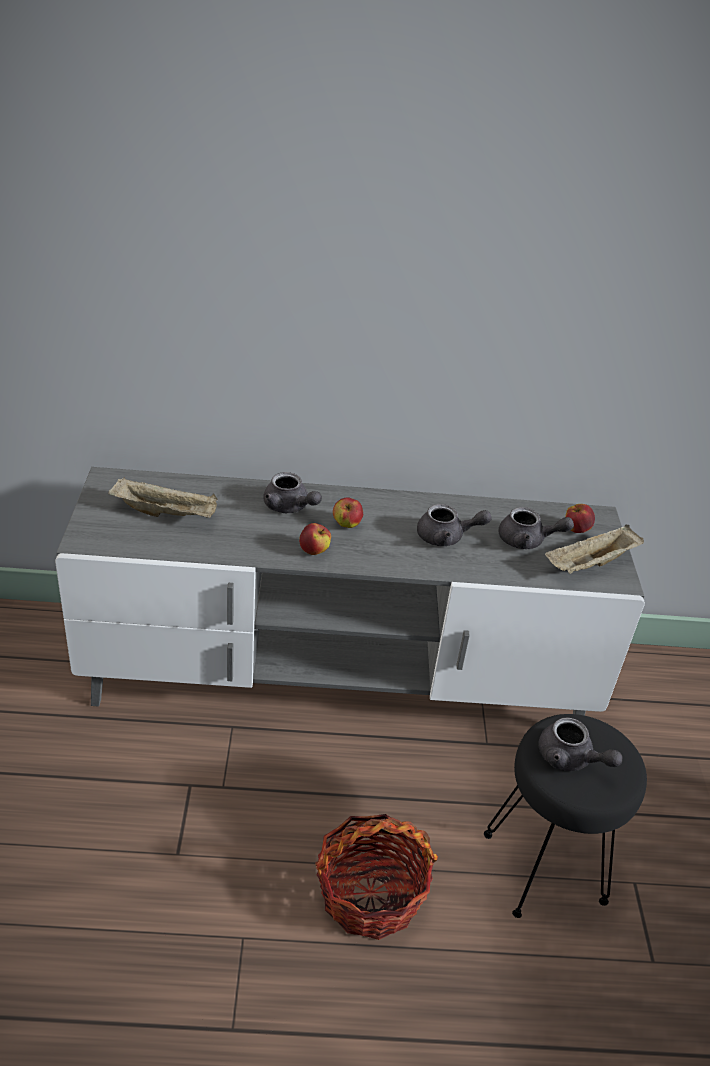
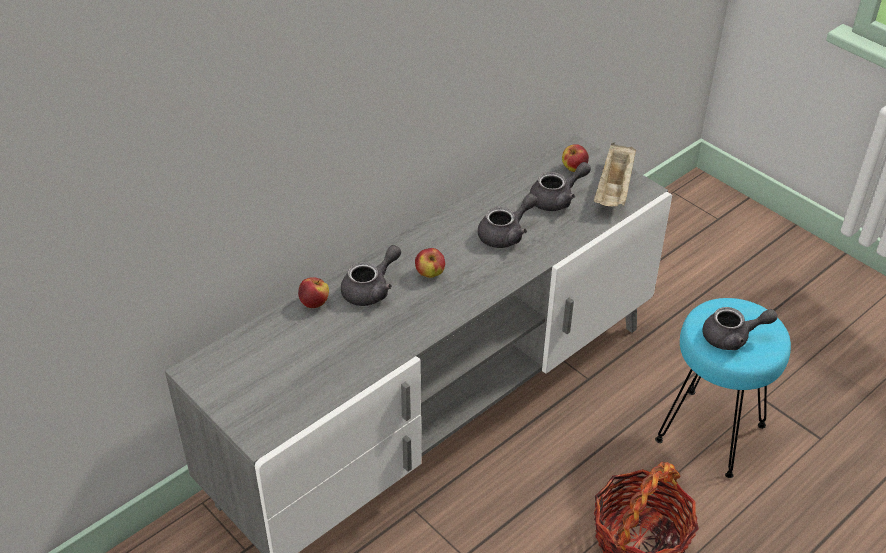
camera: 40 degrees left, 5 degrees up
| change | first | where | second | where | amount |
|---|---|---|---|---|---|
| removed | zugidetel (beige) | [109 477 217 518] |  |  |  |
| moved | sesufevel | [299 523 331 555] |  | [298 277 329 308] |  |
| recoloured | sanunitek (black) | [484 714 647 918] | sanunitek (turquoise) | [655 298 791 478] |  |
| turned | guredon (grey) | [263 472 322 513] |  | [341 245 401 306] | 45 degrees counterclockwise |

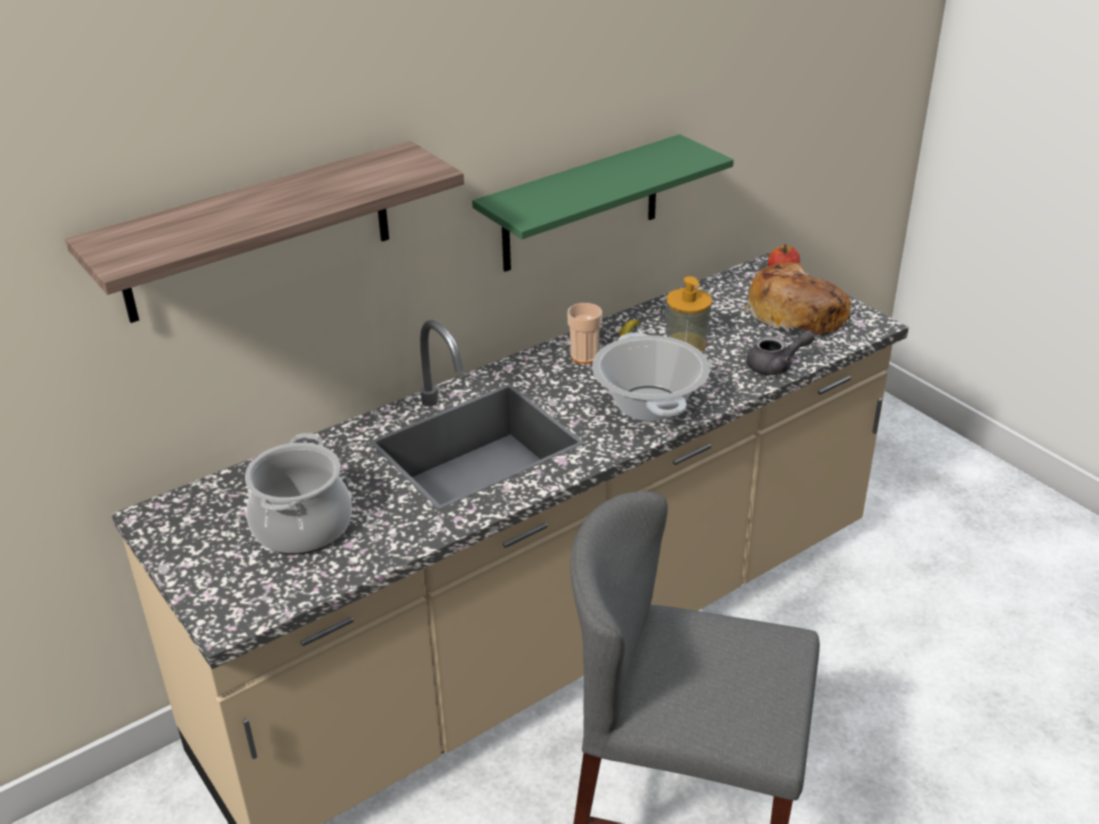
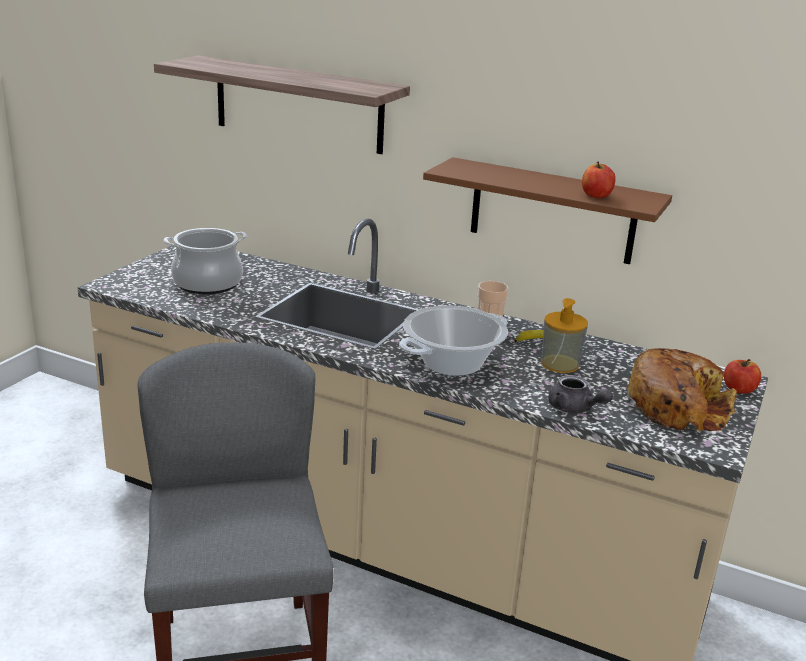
camera: 60 degrees right, 10 degrees down
| change | first | where | second | where | amount |
|---|---|---|---|---|---|
| added |  |  | sesufevel | [582 162 616 198] |  |
| recoloured | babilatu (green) | [472 134 734 272] | babilatu (brown) | [423 157 672 264] |  |

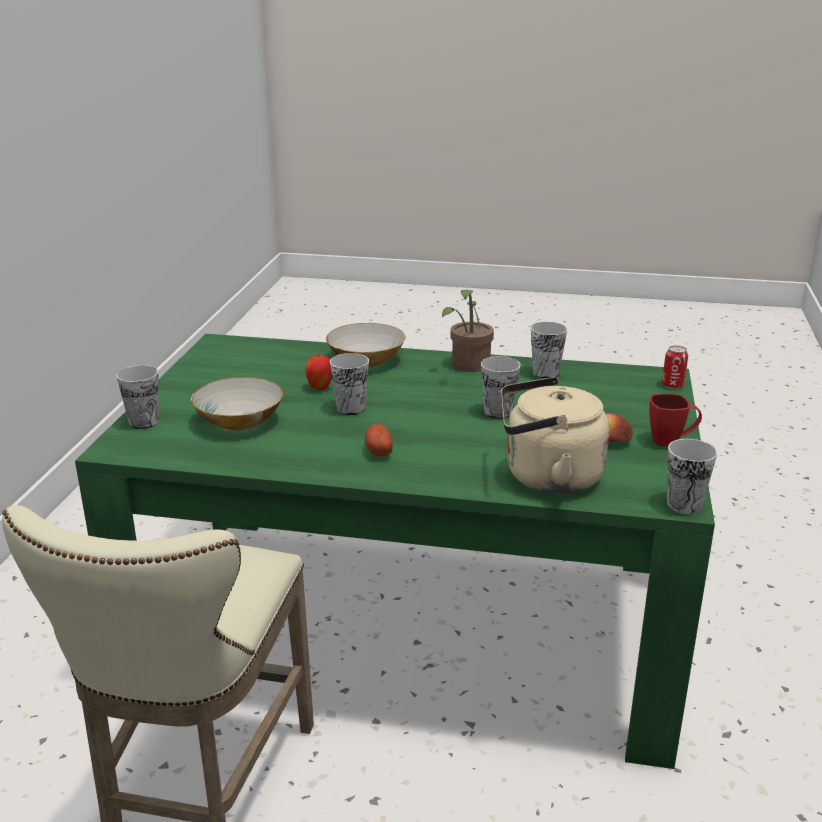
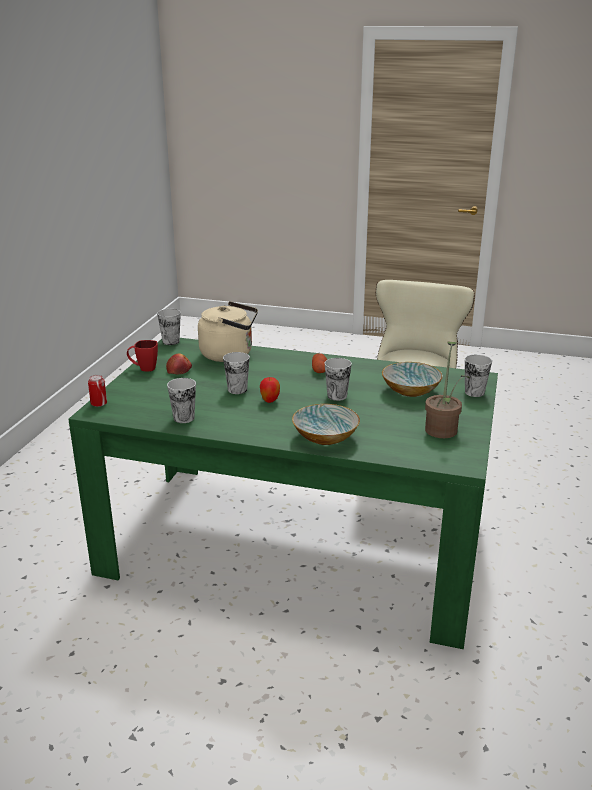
camera: 175 degrees left, 0 degrees up
| change | first | where | second | where | amount |
|---|---|---|---|---|---|
| moved | sesufevel | [305 354 332 390] |  | [260 377 280 403] |  |
| moved | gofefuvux | [442 289 494 372] |  | [425 342 470 438] |  |

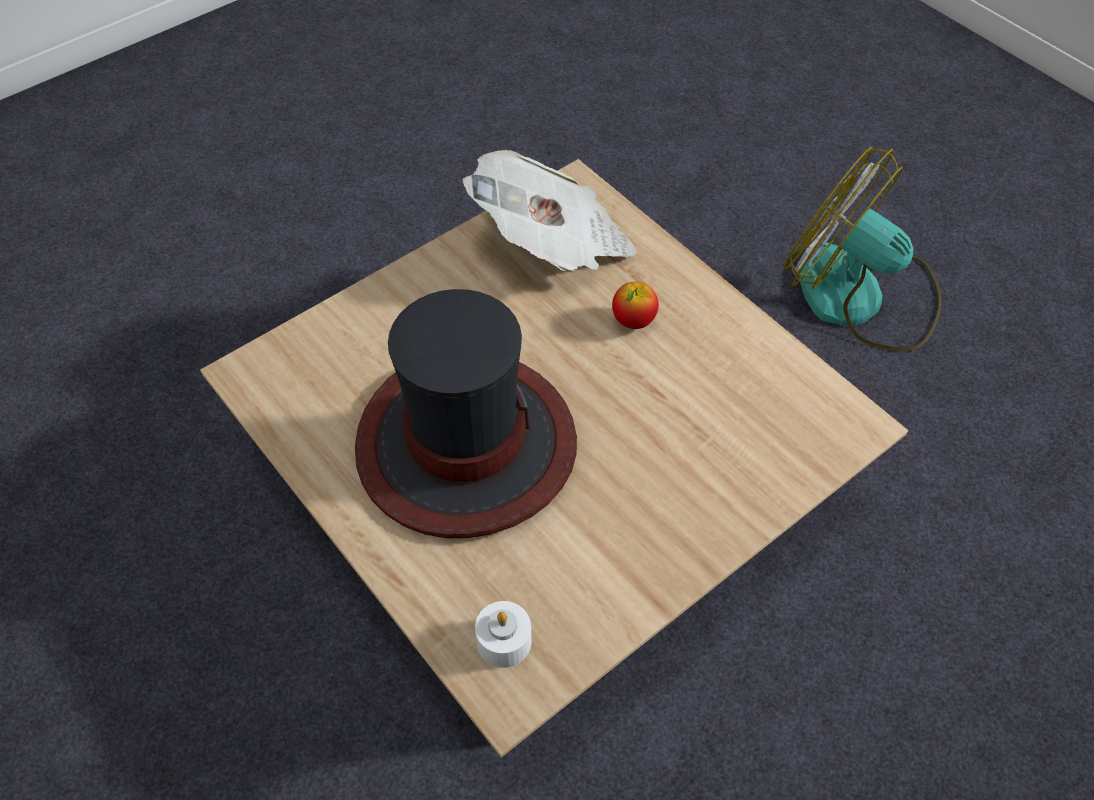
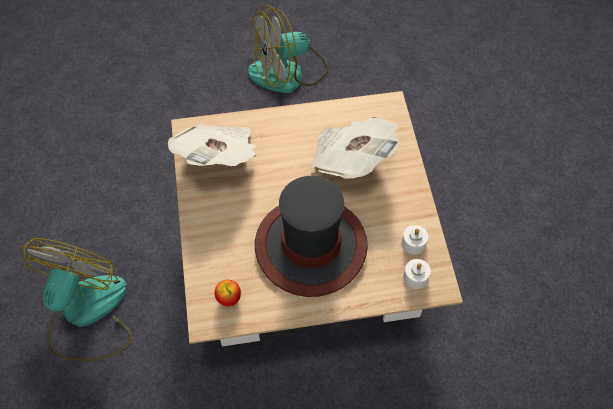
camera: 60 degrees left, 5 degrees up
| change | first | where | second | where | amount |
|---|---|---|---|---|---|
| added |  |  | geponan | [20 238 132 361] |  |
| added |  |  | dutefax | [310 117 399 179] |  |
| added |  |  | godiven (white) | [402 225 428 254] |  |
| moved | sesufevel | [612 282 659 329] |  | [215 280 241 306] |  |

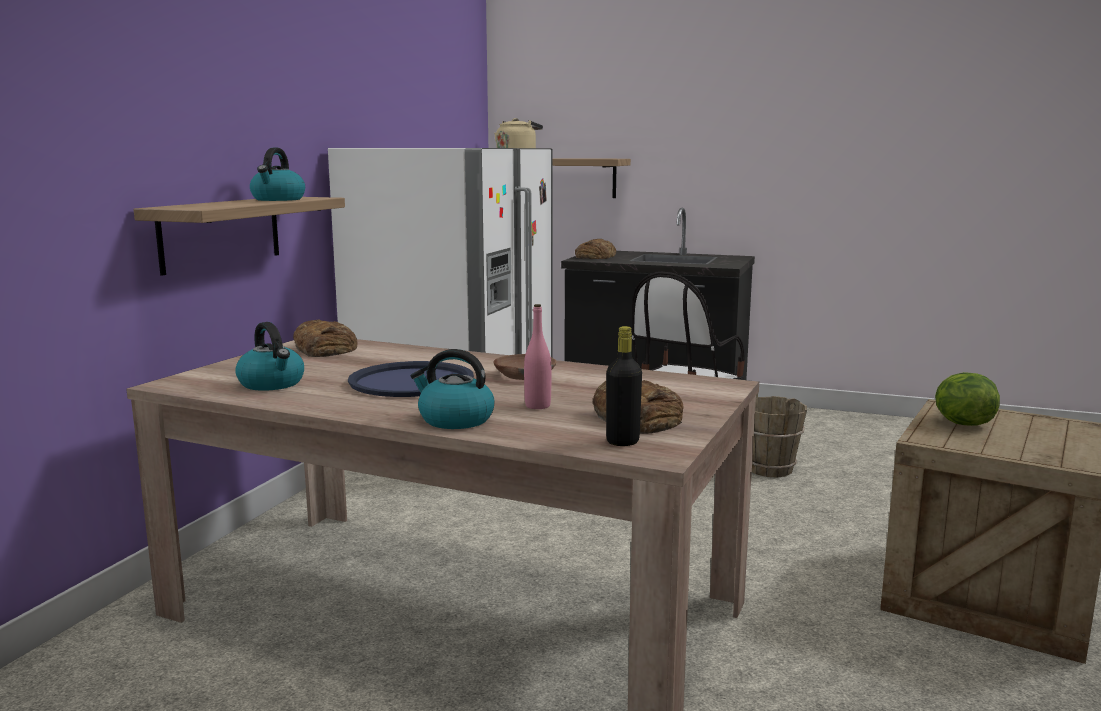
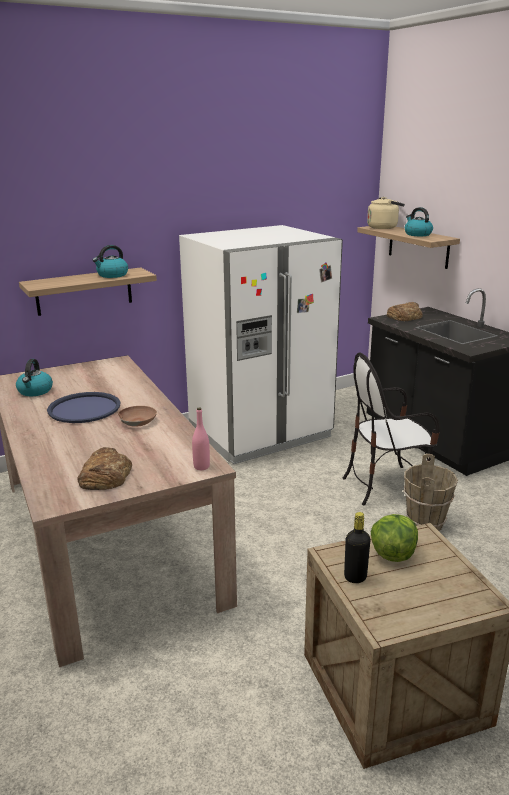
camera: 40 degrees right, 10 degrees up
| change | first | where | second | where | amount |
|---|---|---|---|---|---|
| removed | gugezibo | [293 320 357 357] |  |  |  |
| moved | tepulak | [411 349 494 429] |  | [405 207 433 236] |  |
| moved | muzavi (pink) | [524 304 551 409] |  | [192 407 210 470] |  |
| moved | muzavi (black) | [606 326 642 446] |  | [344 512 371 583] |  |

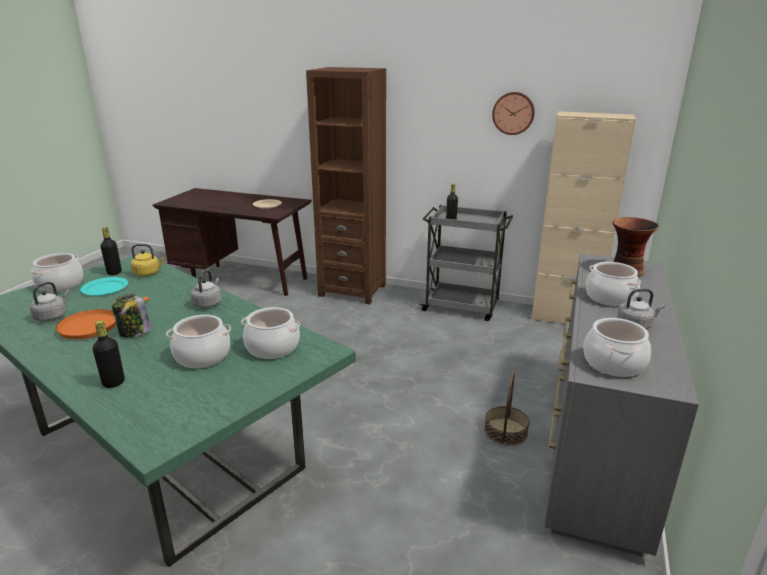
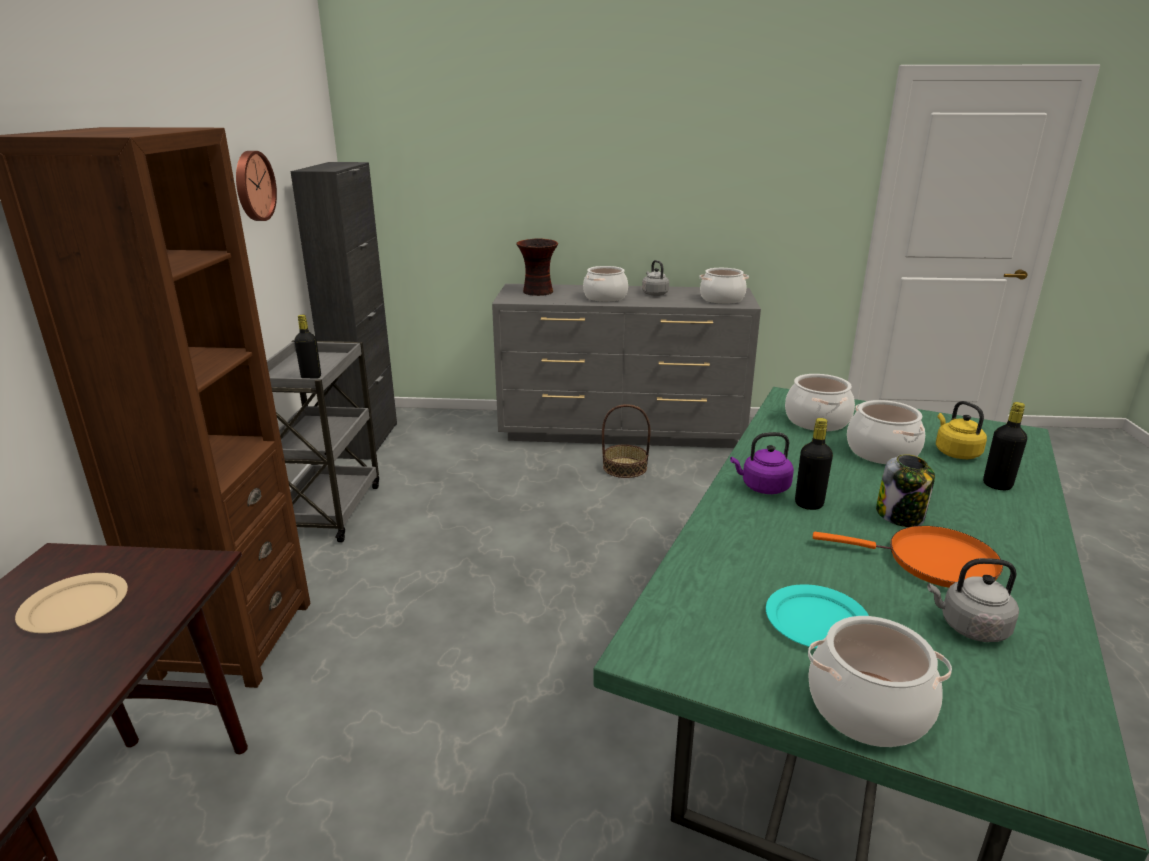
camera: 105 degrees left, 0 degrees up
| change | first | where | second | where | amount |
|---|---|---|---|---|---|
| moved | muzavi (black) | [100 227 122 275] |  | [795 418 833 510] |  |
| moved | tepulak (yellow) | [131 244 165 276] |  | [936 401 987 459] |  |
| recoloured | tepulak (grey) | [190 270 222 308] | tepulak (purple) | [730 432 794 494] |  |
| recoloured | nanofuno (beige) | [531 111 636 325] | nanofuno (black) | [290 162 397 460] |  |

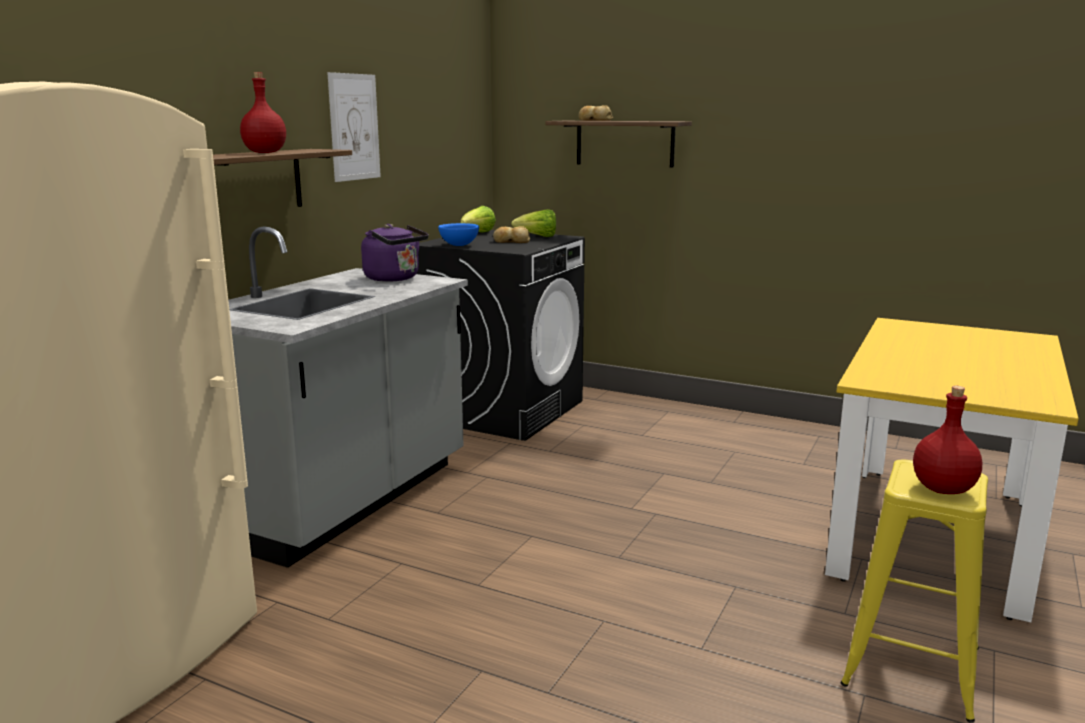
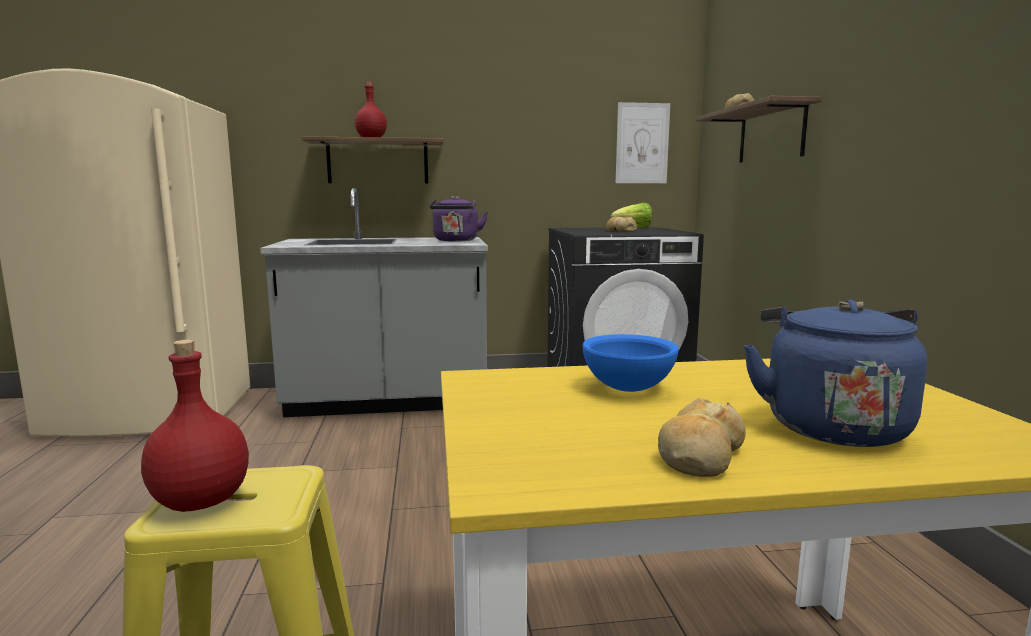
camera: 55 degrees right, 5 degrees down
| change | first | where | second | where | amount |
|---|---|---|---|---|---|
| removed | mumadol | [511 209 556 237] |  |  |  |
| added |  |  | gugezibo | [658 398 746 477] |  |
| added |  |  | tepulak (blue) | [743 300 928 447] |  |
| moved | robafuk | [327 72 381 182] |  | [616 102 670 183] |  |
| moved | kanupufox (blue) | [438 223 479 246] |  | [582 334 679 392] |  |

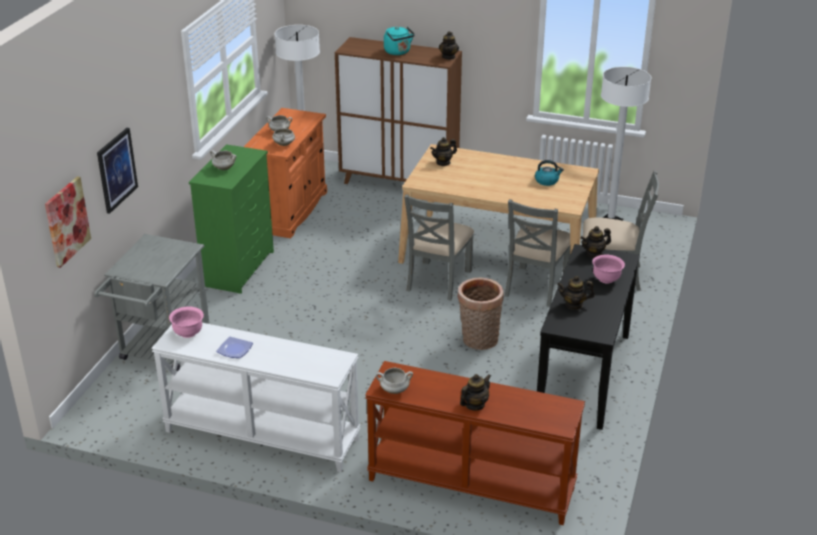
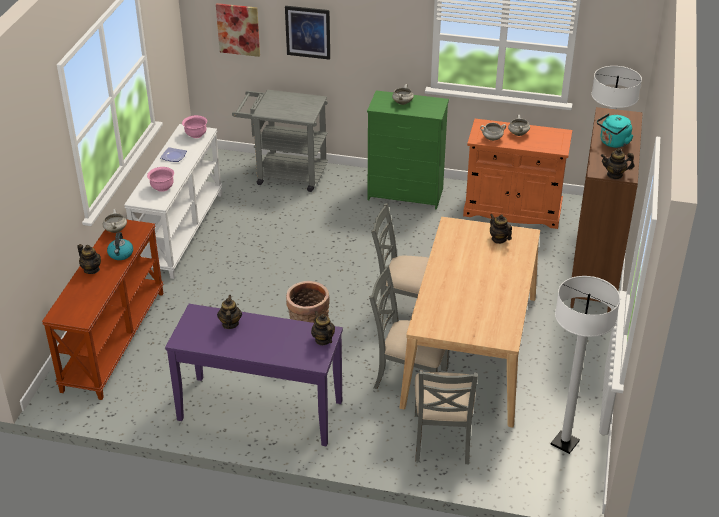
camera: 85 degrees right, 5 degrees up
| change | first | where | second | where | amount |
|---|---|---|---|---|---|
| moved | tepulak | [535 160 564 186] |  | [107 232 133 260] |  |
| moved | kanupufox (pink) | [592 255 625 283] |  | [147 167 174 192] |  |
| recoloured | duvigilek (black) | [537 244 640 430] | duvigilek (purple) | [165 304 343 447] |  |

